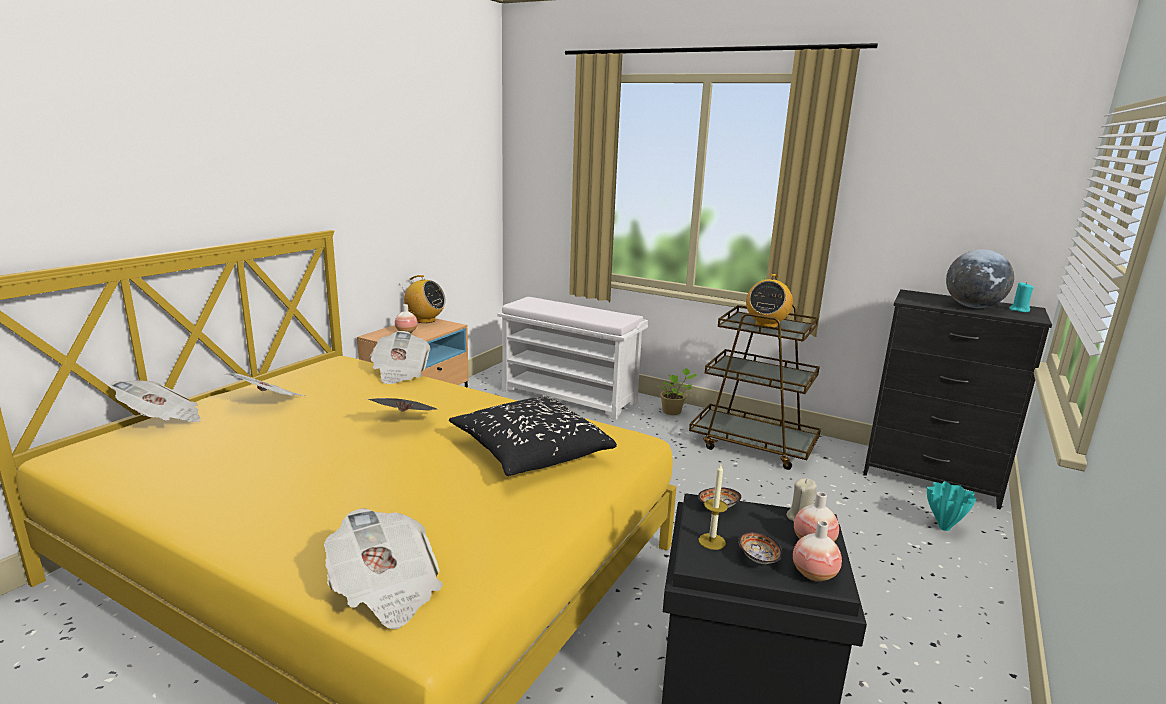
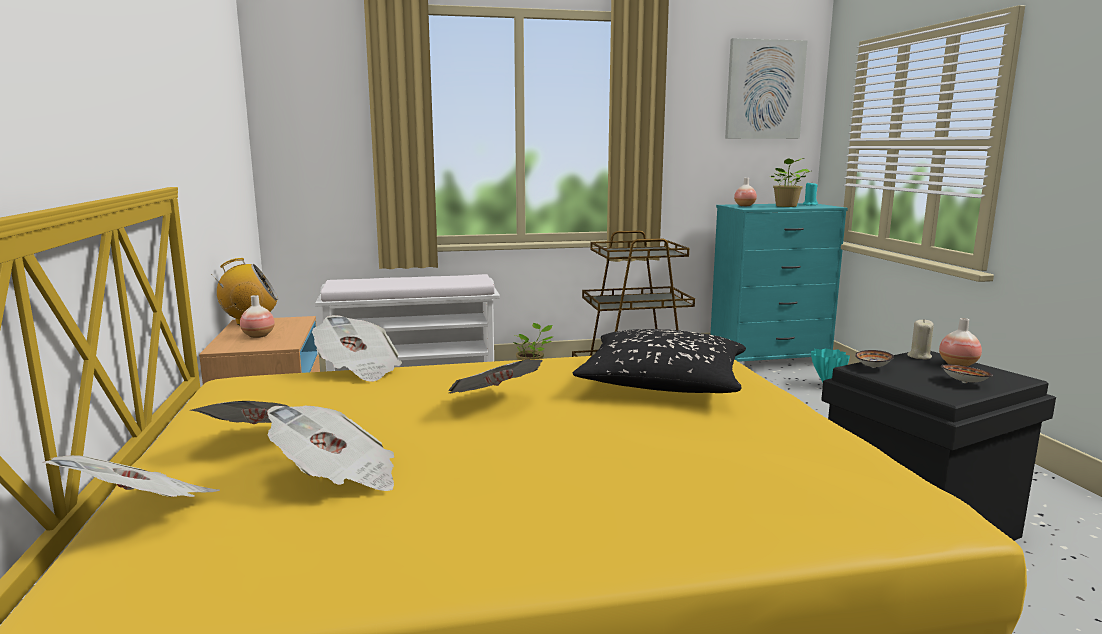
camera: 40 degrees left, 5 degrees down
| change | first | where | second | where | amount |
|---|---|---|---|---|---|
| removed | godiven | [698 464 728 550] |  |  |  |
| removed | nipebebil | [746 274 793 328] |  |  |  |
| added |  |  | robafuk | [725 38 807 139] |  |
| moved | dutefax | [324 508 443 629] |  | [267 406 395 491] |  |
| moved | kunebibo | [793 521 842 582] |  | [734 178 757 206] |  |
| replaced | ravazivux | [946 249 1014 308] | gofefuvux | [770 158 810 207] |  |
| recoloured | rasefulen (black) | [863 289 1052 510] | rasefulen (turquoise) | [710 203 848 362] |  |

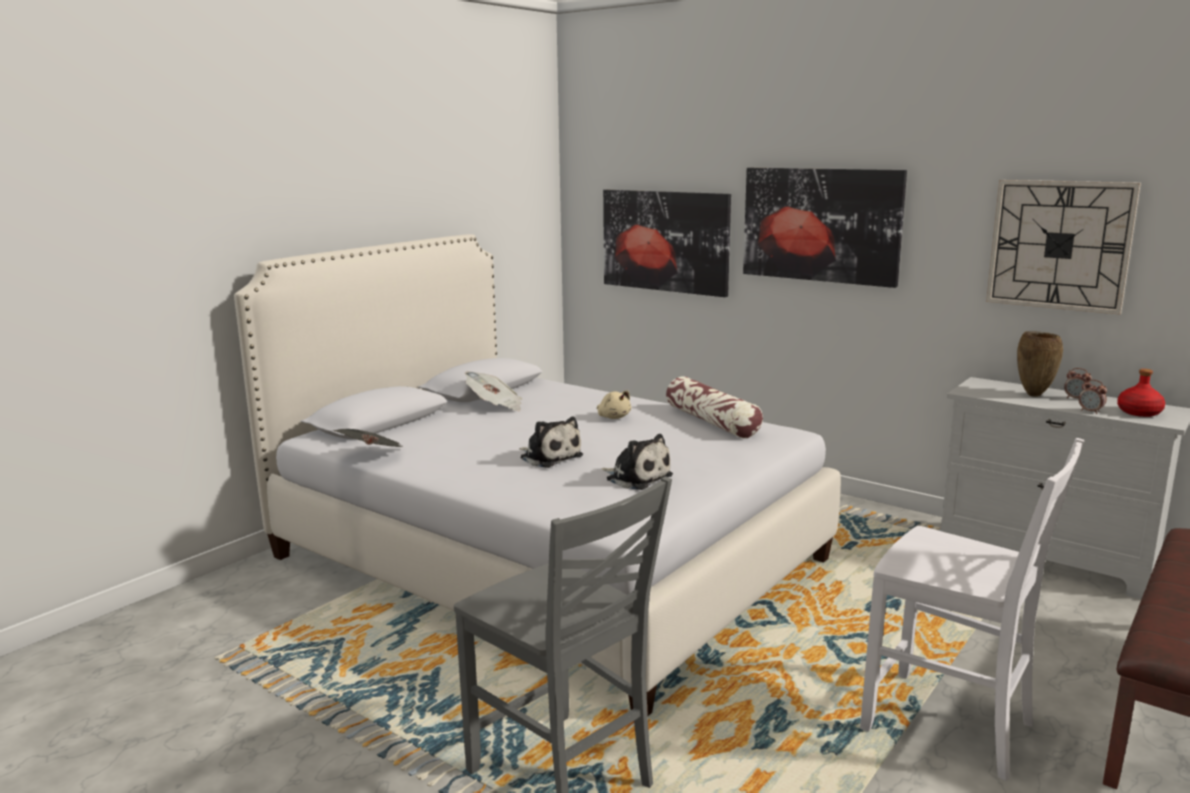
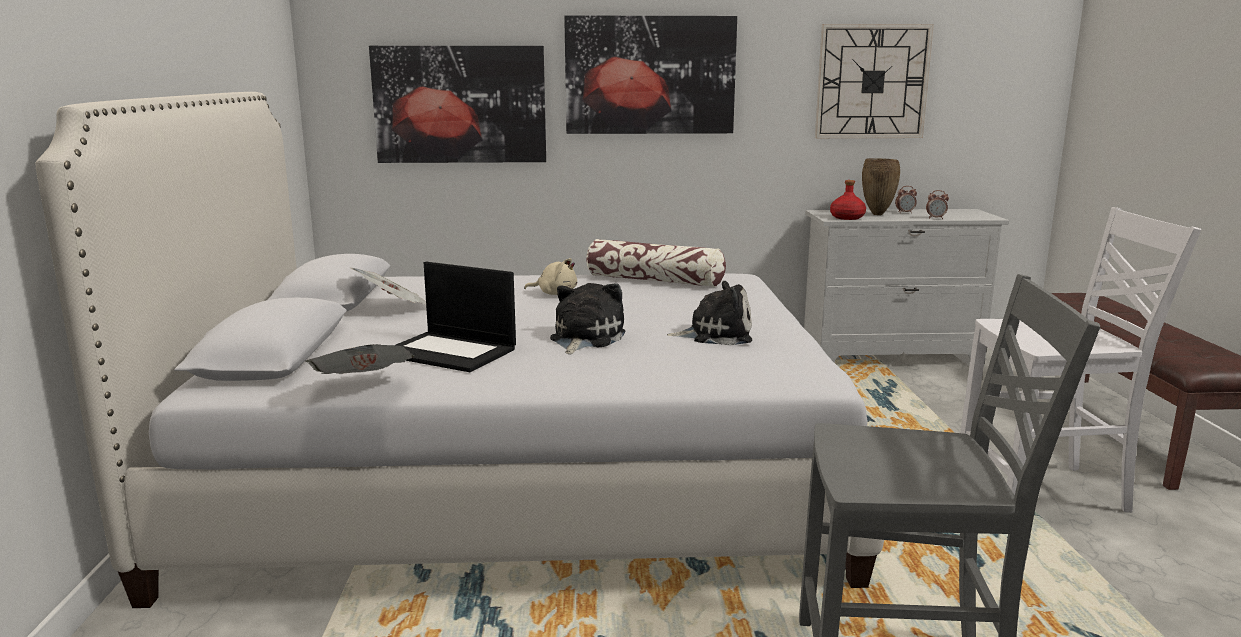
camera: 40 degrees left, 0 degrees up
| change | first | where | second | where | amount |
|---|---|---|---|---|---|
| added |  |  | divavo | [396 262 516 372] |  |
| moved | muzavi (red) | [1117 369 1165 417] |  | [830 180 866 220] |  |
| turned | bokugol | [519 417 583 468] |  | [550 283 625 354] | 75 degrees counterclockwise |

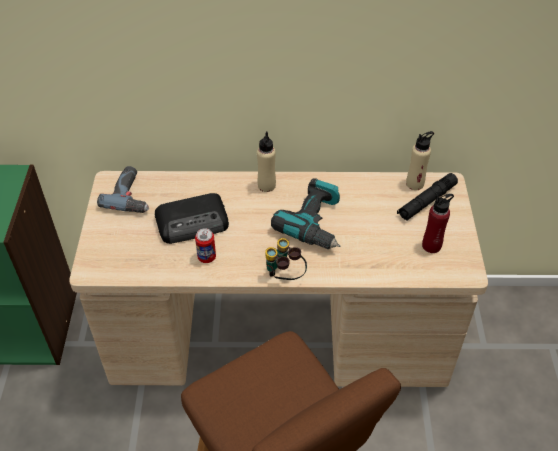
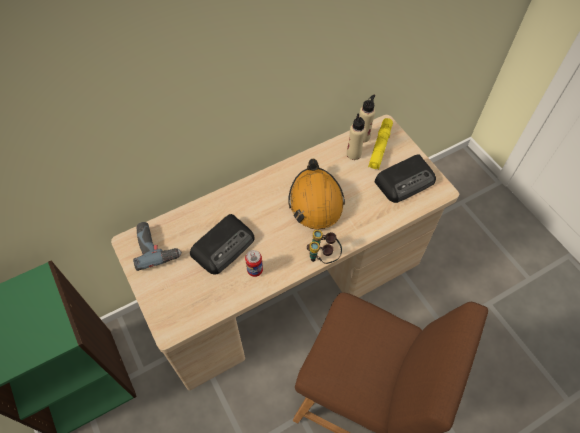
camera: 30 degrees left, 10 degrees up
| change | first | where | second | where | amount |
|---|---|---|---|---|---|
| moved | muzavi (beige) | [257 132 276 192] |  | [347 113 366 160] |  |
| replaced | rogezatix | [271 178 340 249] | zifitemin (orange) | [288 159 345 229] |  |
| replaced | muzavi (red) | [422 194 454 253] | nipebebil | [374 154 436 203] |  |
| recoloured | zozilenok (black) | [397 173 458 221] | zozilenok (yellow) | [368 118 393 170] |  |

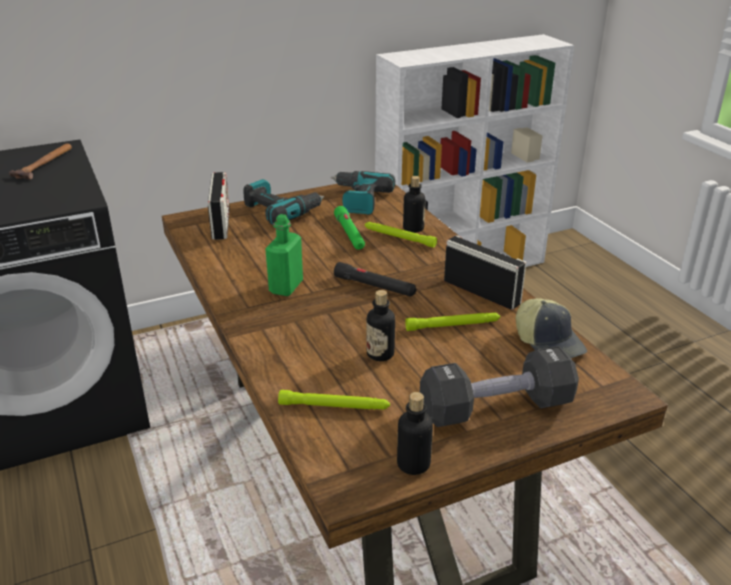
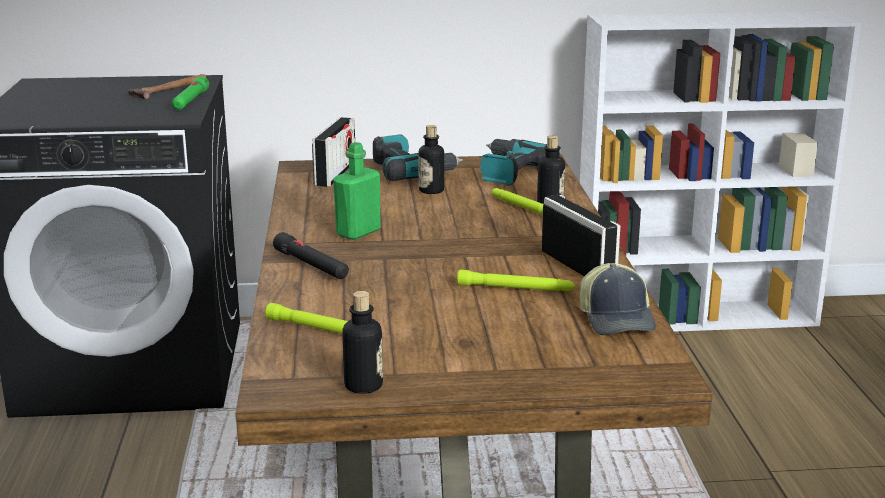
camera: 20 degrees right, 10 degrees down
| change | first | where | second | where | amount |
|---|---|---|---|---|---|
| removed | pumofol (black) | [420 346 579 427] |  |  |  |
| moved | zozilenok (green) | [334 206 365 250] |  | [172 76 209 110] |  |
| moved | zozilenok (black) | [334 262 416 297] |  | [273 232 349 279] |  |
| moved | muzavi | [367 290 395 361] |  | [418 125 444 194] |  |

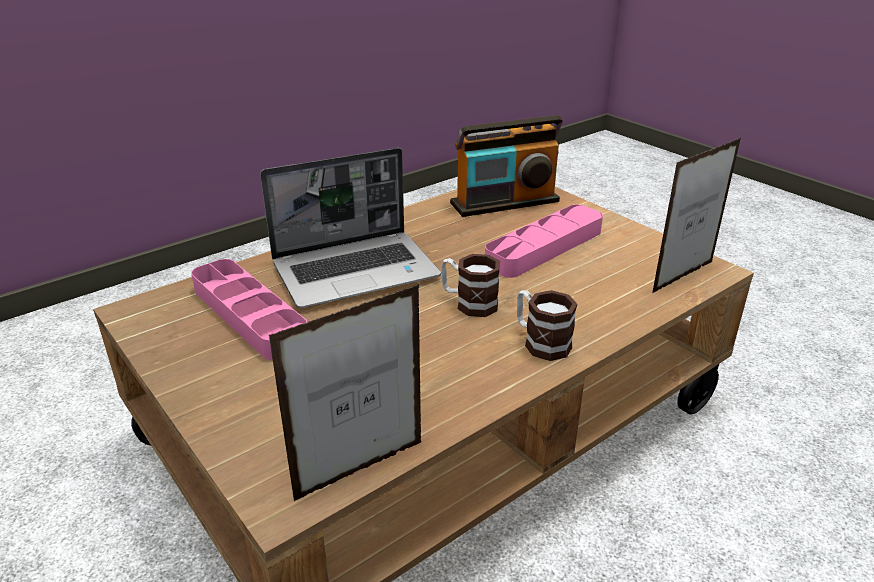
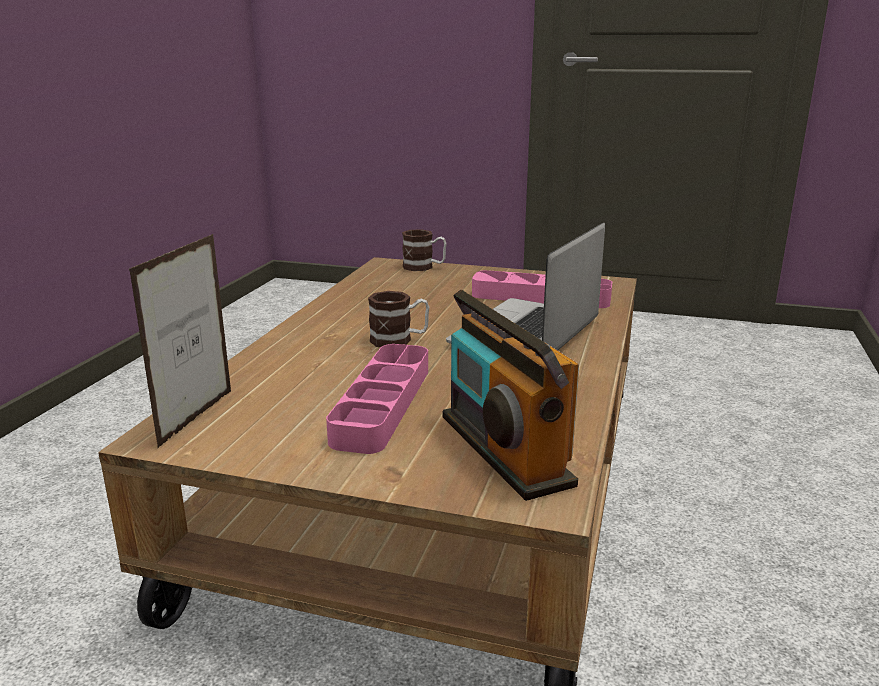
camera: 145 degrees right, 10 degrees down
| change | first | where | second | where | amount |
|---|---|---|---|---|---|
| removed | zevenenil | [269 284 422 501] |  |  |  |
| moved | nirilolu | [517 290 577 361] |  | [402 229 447 271] |  |
| turned | nipebebil | [450 115 563 217] |  | [443 290 579 501] | 60 degrees counterclockwise |

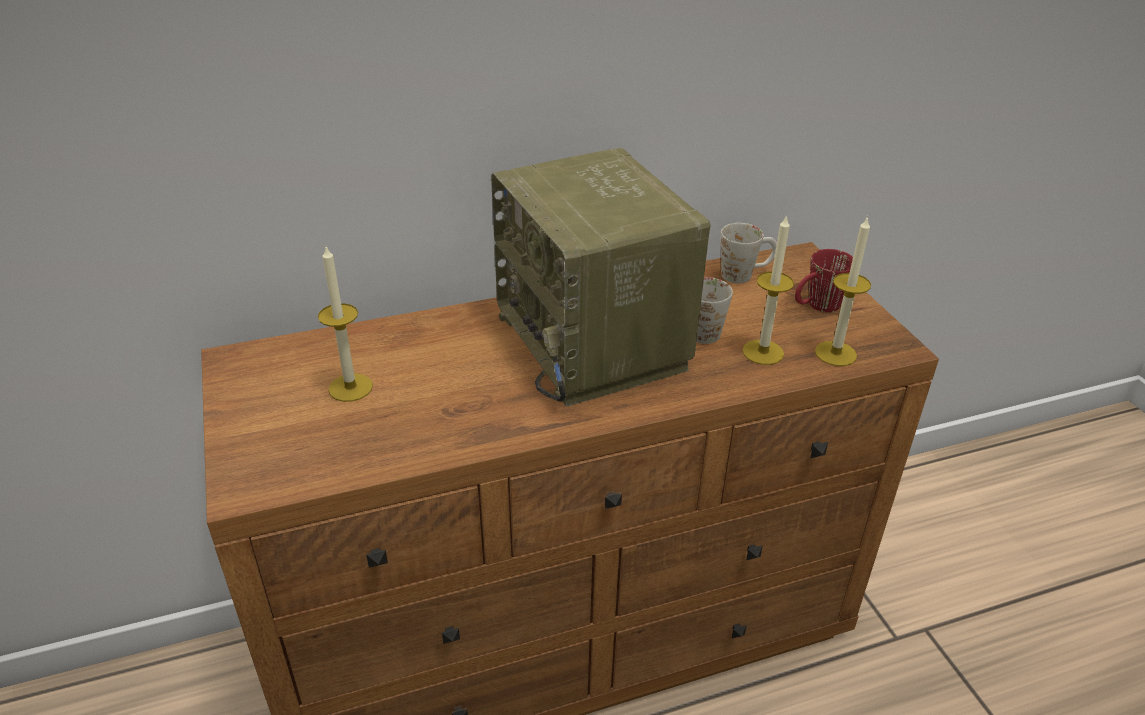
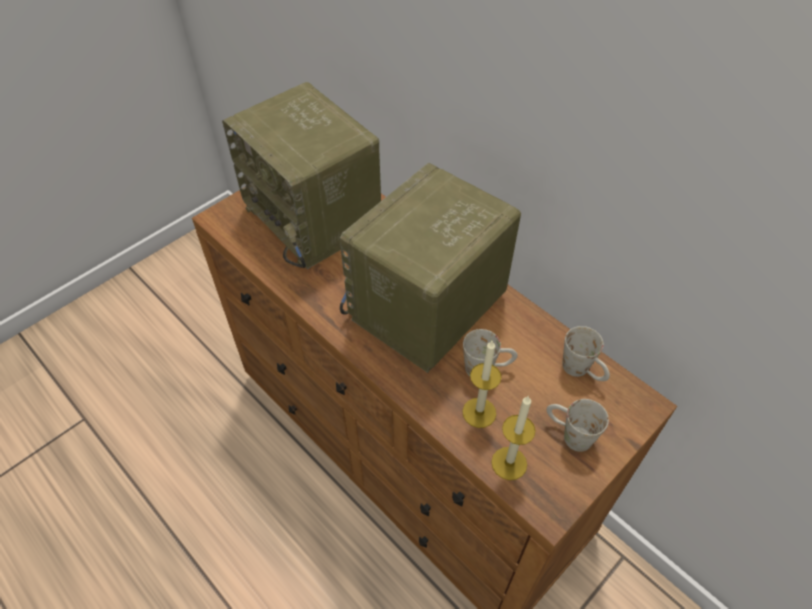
camera: 65 degrees right, 15 degrees up
| change | first | where | second | where | amount |
|---|---|---|---|---|---|
| replaced | godiven | [318 247 373 402] | nipebebil | [222 82 382 269] |  |
| recoloured | nirilolu (red) | [795 249 853 312] | nirilolu (white) | [546 399 609 452] |  |

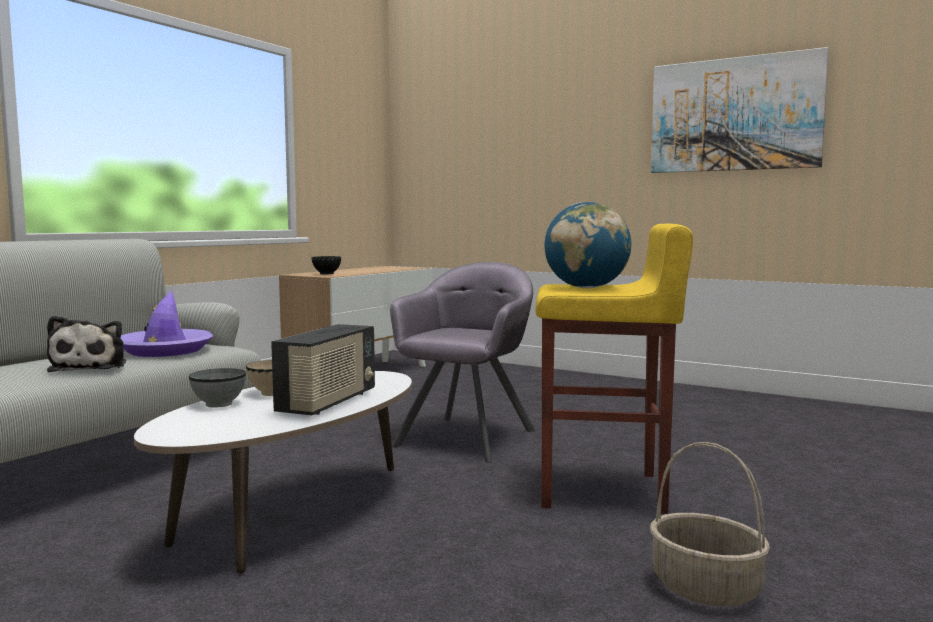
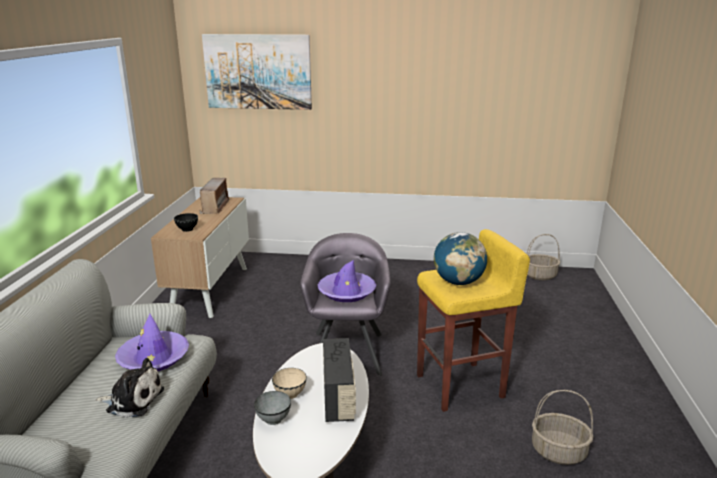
camera: 25 degrees left, 15 degrees up
| change | first | where | second | where | amount |
|---|---|---|---|---|---|
| added |  |  | nipebebil | [199 178 230 214] |  |
| added |  |  | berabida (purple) | [318 260 376 302] |  |
| added |  |  | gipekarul | [527 234 560 280] |  |
| moved | robafuk | [651 47 829 173] |  | [202 34 312 110] |  |
| turned | bokugol | [47 316 126 372] |  | [95 358 164 418] | 45 degrees counterclockwise |

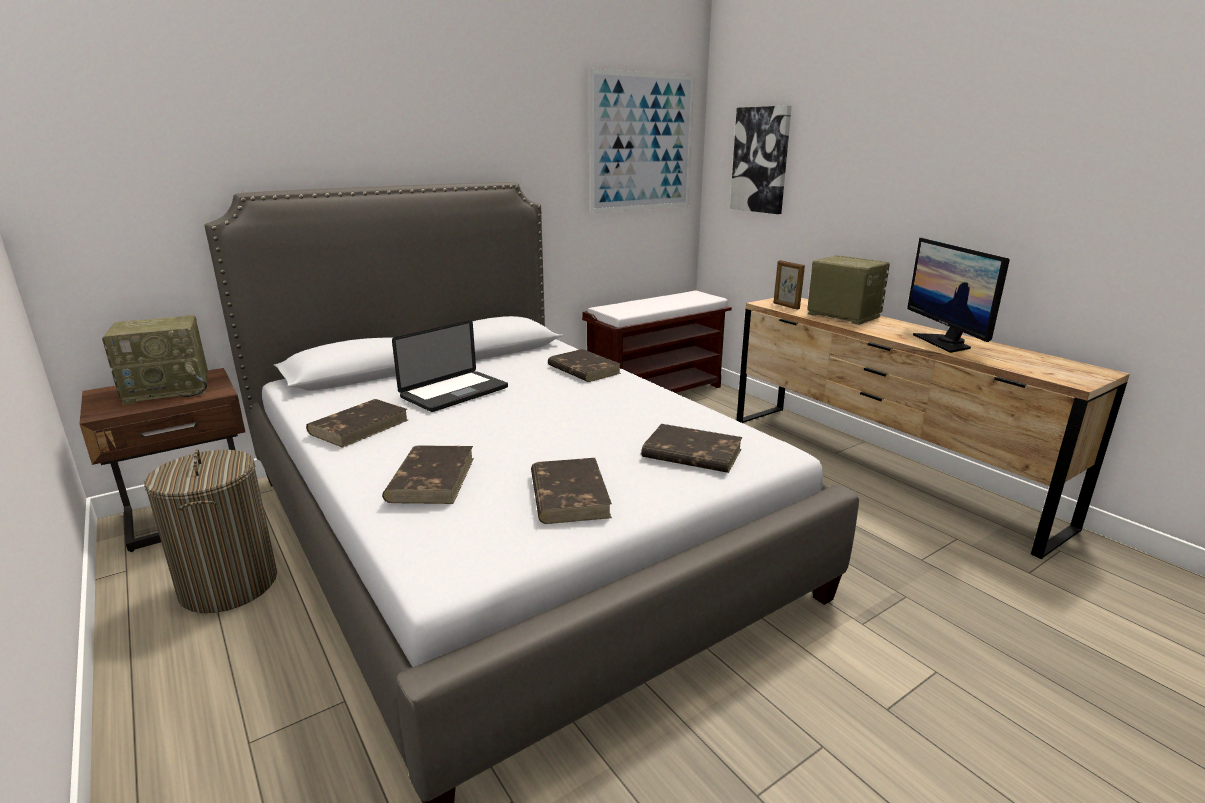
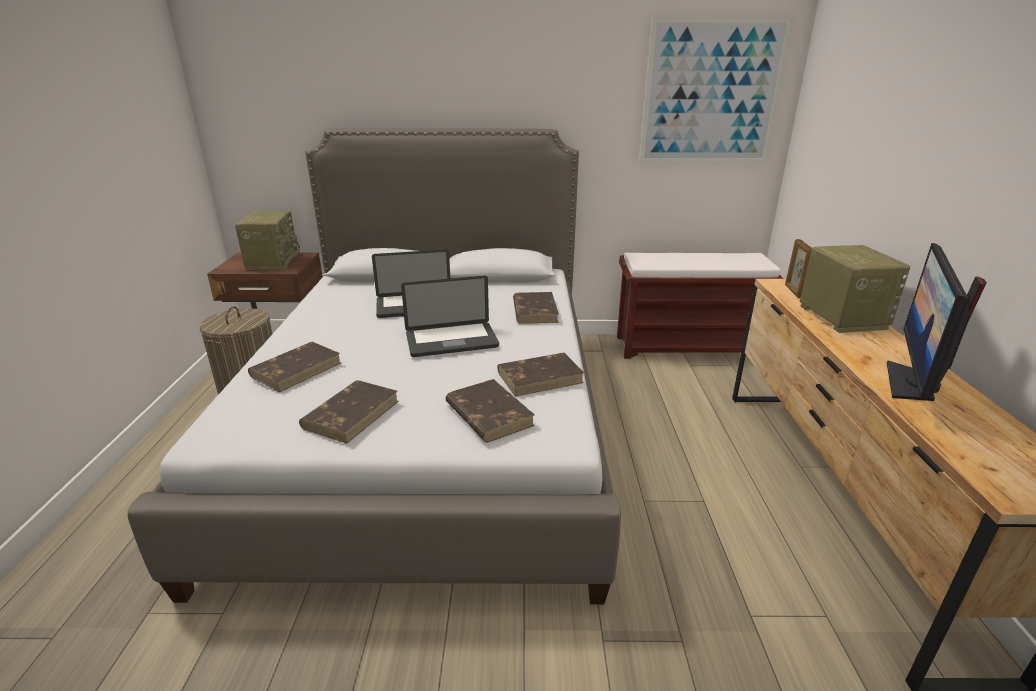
camera: 35 degrees right, 5 degrees up
| change | first | where | second | where | amount |
|---|---|---|---|---|---|
| removed | robafuk | [730 105 792 214] |  |  |  |
| added |  |  | divavo | [401 276 499 357] |  |
| moved | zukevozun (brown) | [306 399 408 448] |  | [497 353 584 397] |  |
| turned | nipebebil | [102 315 209 405] |  | [235 211 300 270] | 105 degrees counterclockwise |

